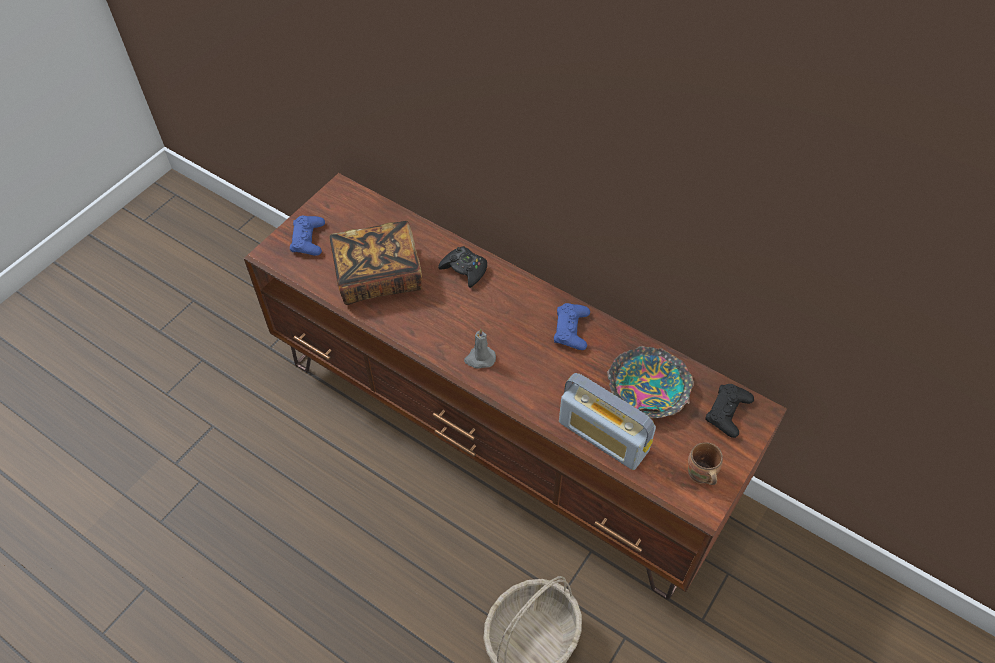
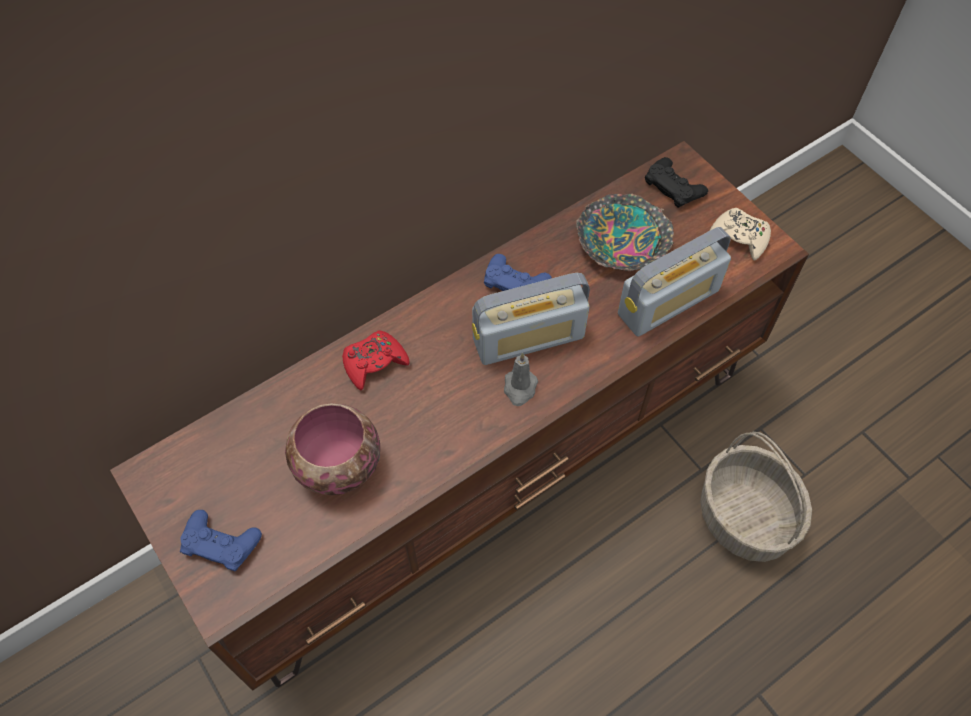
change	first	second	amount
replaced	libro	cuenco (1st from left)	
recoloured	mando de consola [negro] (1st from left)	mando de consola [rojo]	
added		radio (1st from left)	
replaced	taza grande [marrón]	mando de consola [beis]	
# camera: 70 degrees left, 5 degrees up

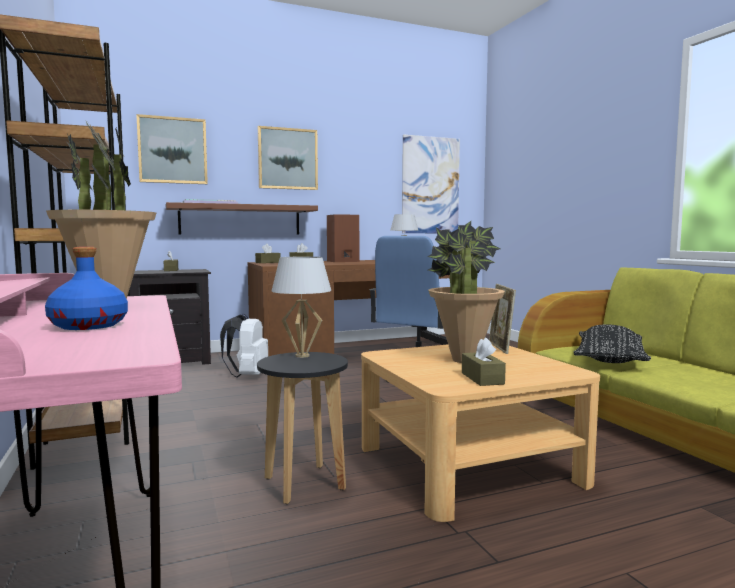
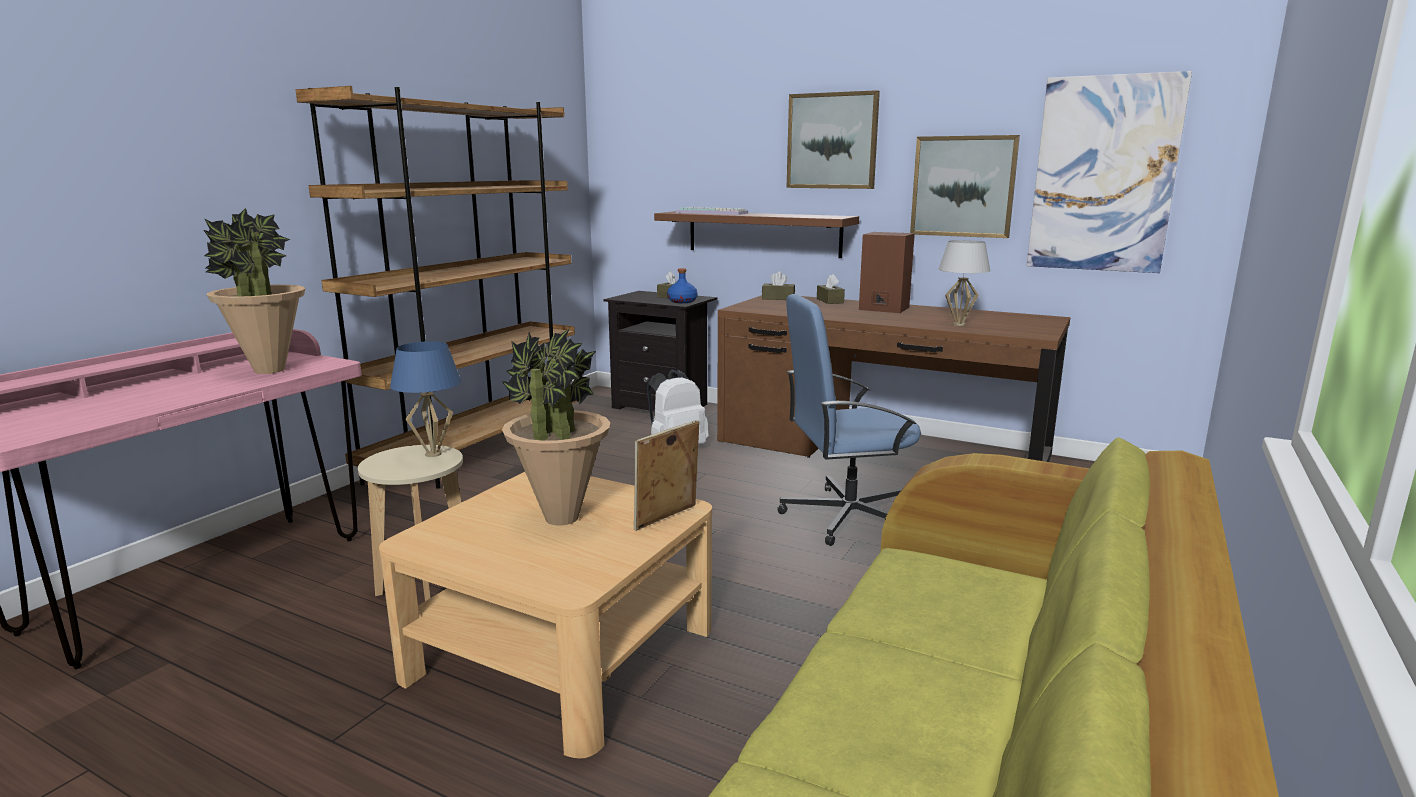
change	first	second	amount
recoloured	taburete [negro]	taburete [beis]	
recoloured	lámpara de mesa [blanco] (1st from left)	lámpara de mesa [azul]	
moved	botella [azul]		
moved	cuadro (1st from left in the first image)	cuadro (2nd from left)	
removed	caja de pañuelos [marrón] (4th from left)		
removed	cojín [negro]		
# camera: 50 degrees right, 10 degrees up

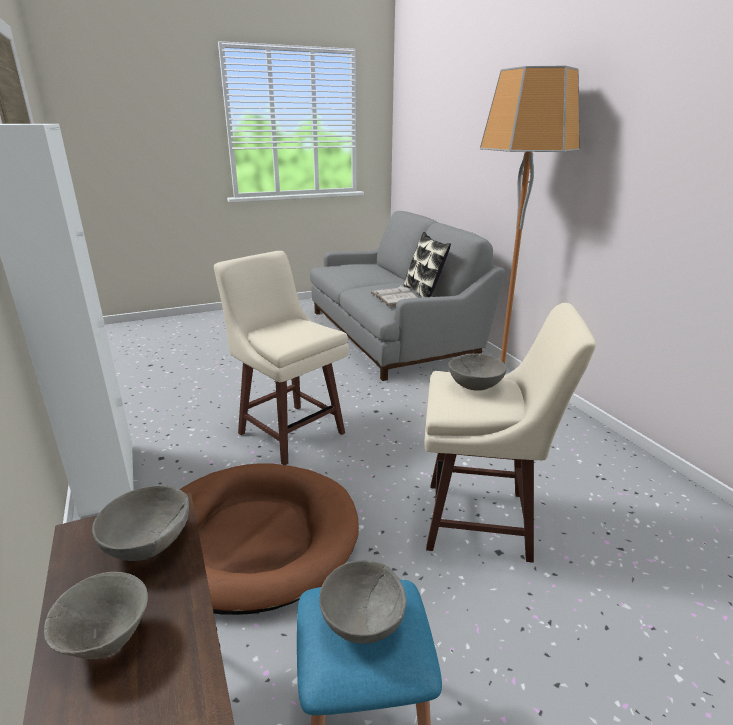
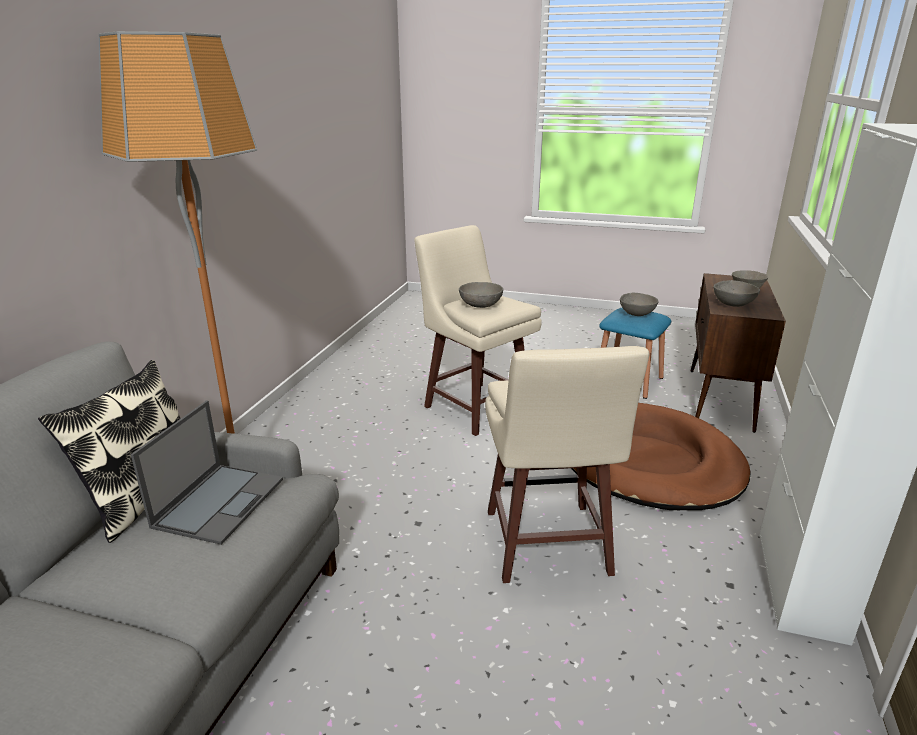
change	first	second	amount
replaced	libro [blanco]	portátil	
# camera: 140 degrees left, 0 degrees up

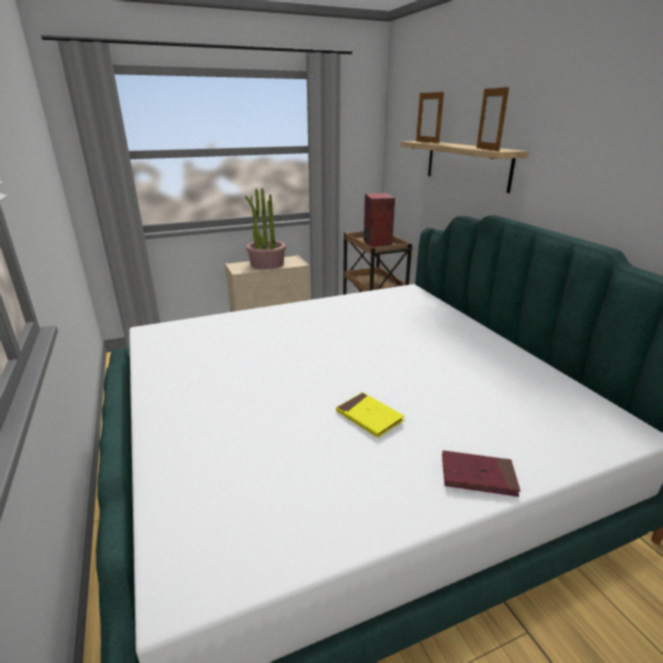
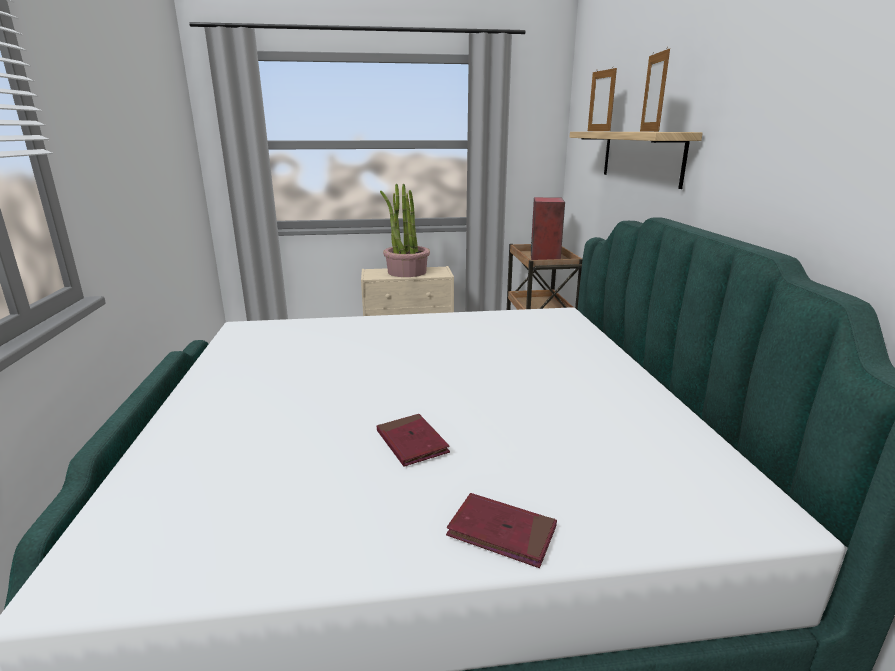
change	first	second	amount
recoloured	libro [amarillo]	libro [rojo] (1st from left)	
# camera: 15 degrees right, 5 degrees down

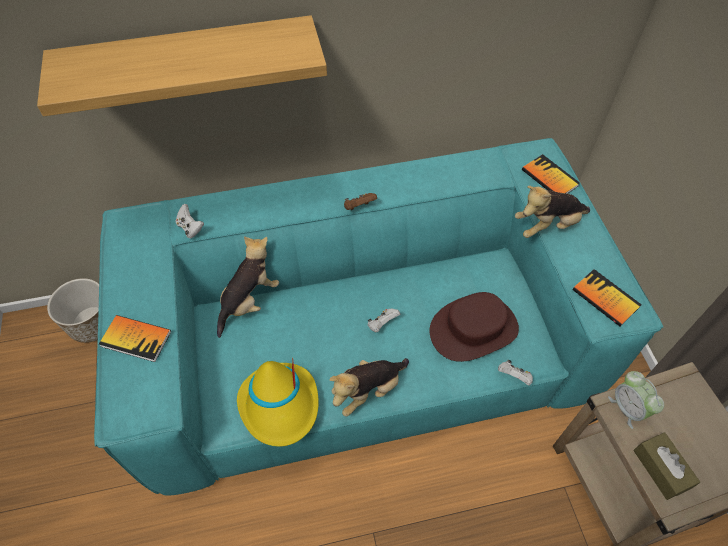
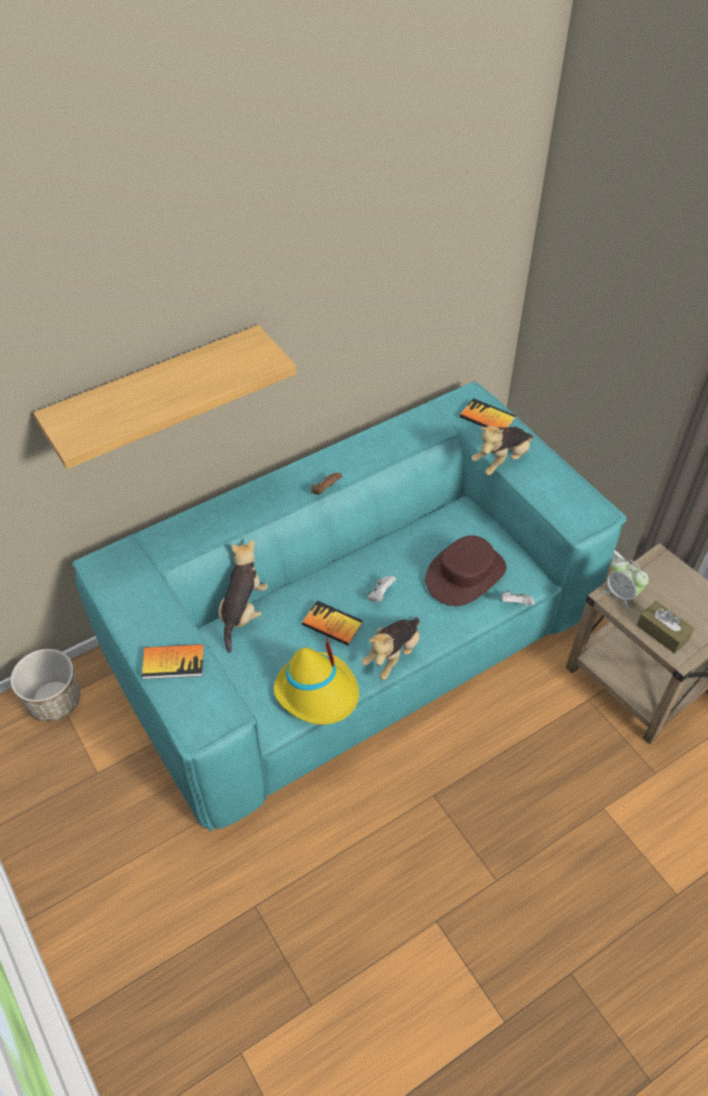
change	first	second	amount
moved	libro (3rd from left in the first image)	libro (2nd from left)	
removed	mando de consola [blanco] (1st from left)		
# camera: 20 degrees left, 5 degrees down

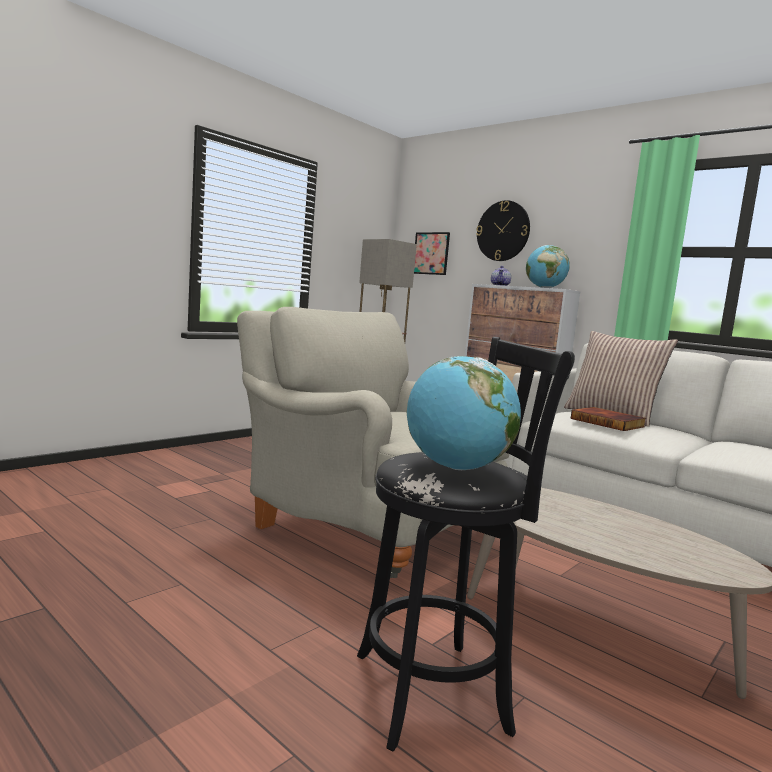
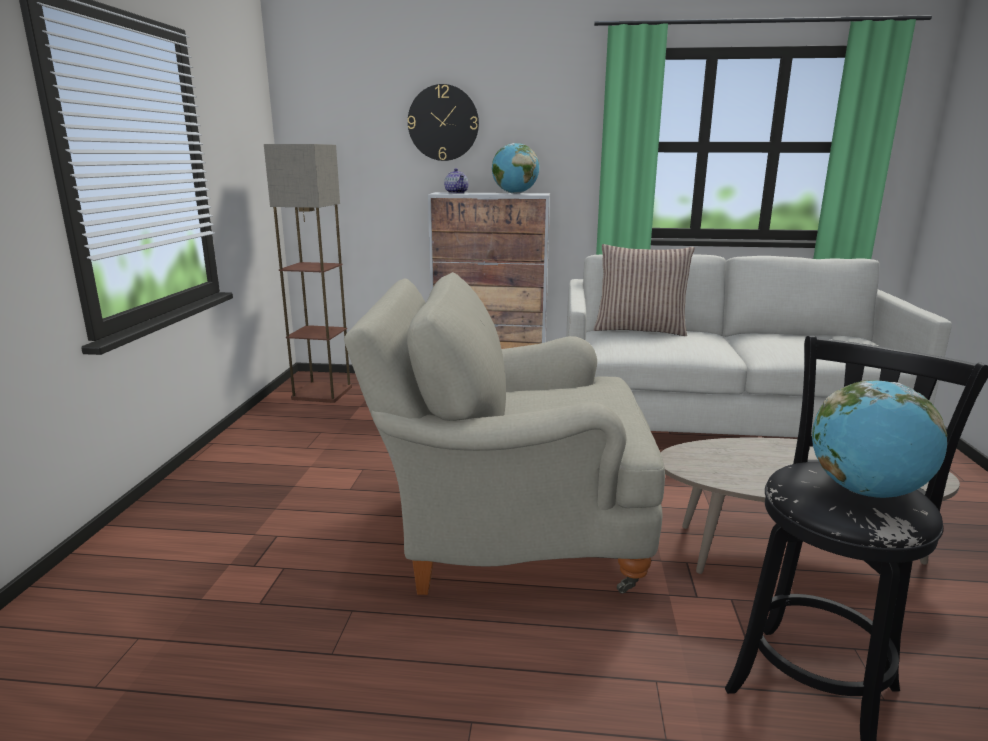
change	first	second	amount
removed	cuadro		
removed	libro		
# camera: 35 degrees left, 10 degrees up

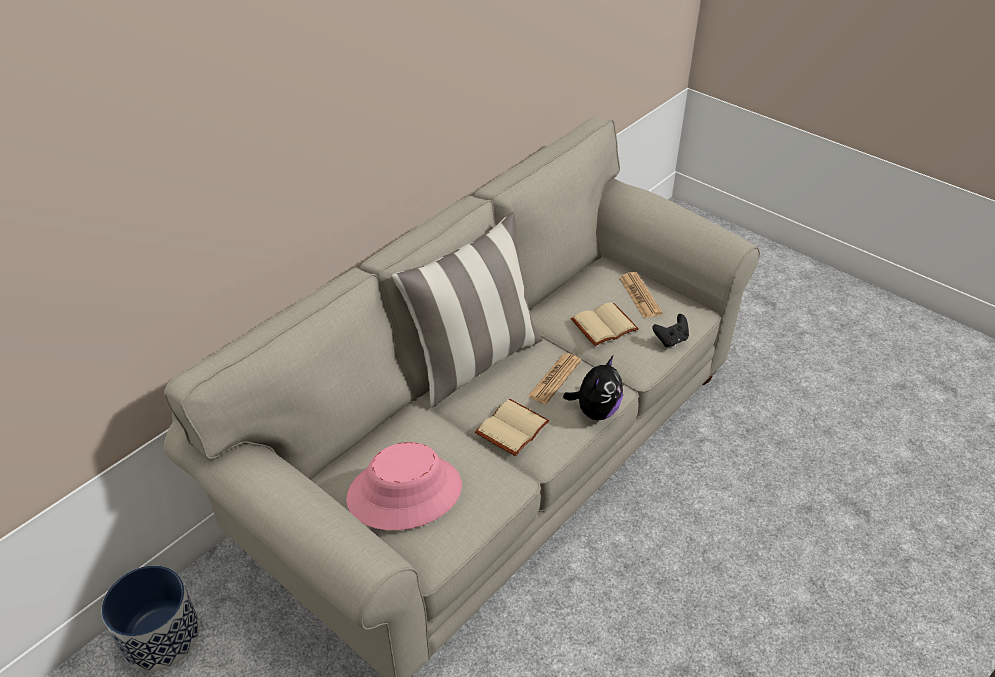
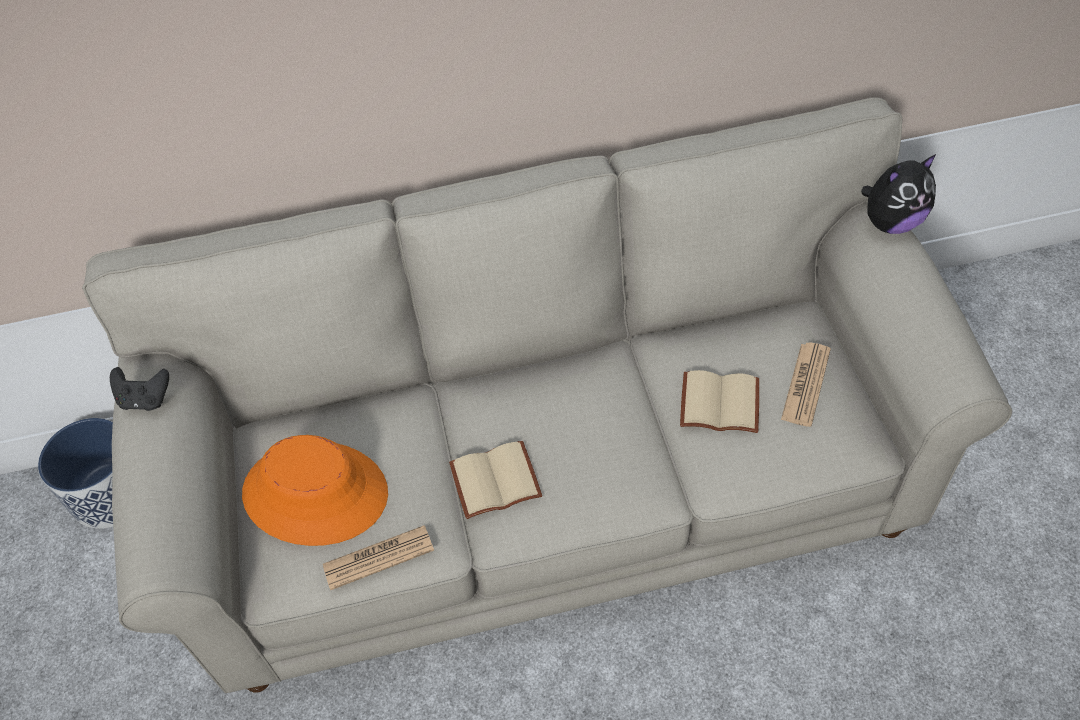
change	first	second	amount
moved	mando de consola [negro]		
recoloured	sombrero [rosa]	sombrero [naranja]	
moved	periódico (1st from left)		
moved	peluche		
removed	cojín		
# camera: 40 degrees right, 10 degrees up

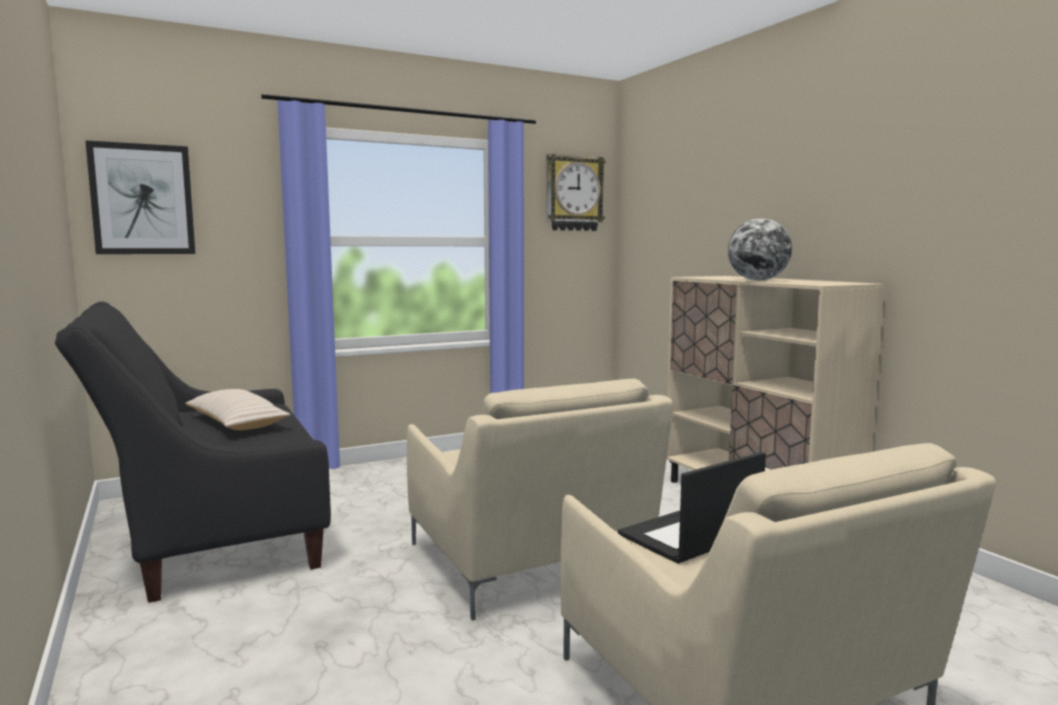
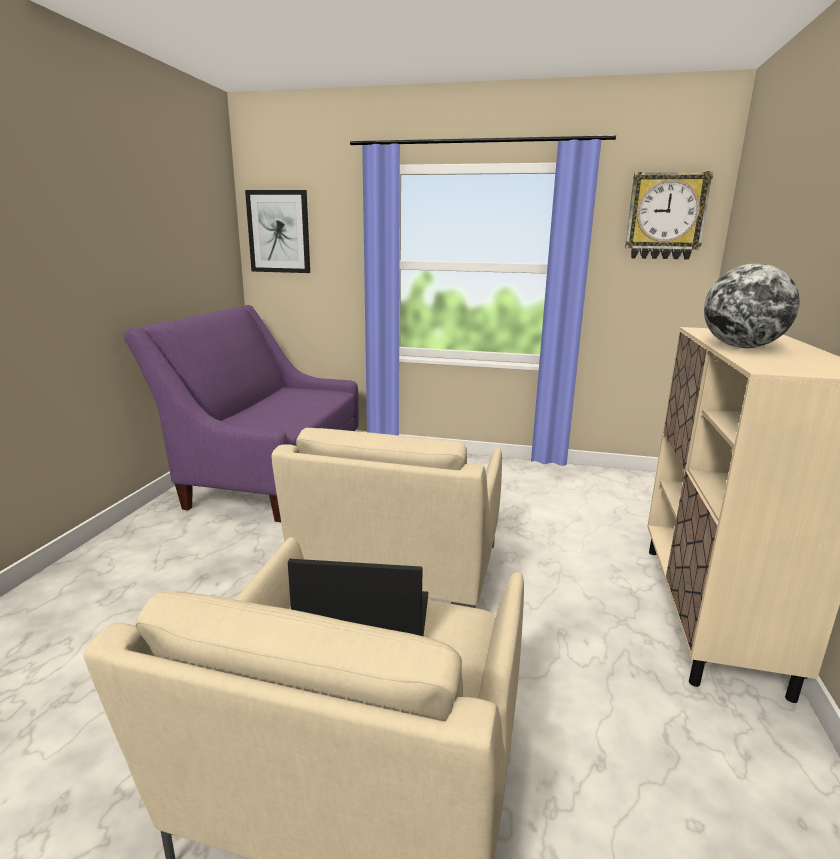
change	first	second	amount
recoloured	sofá [negro]	sofá [morado]	
removed	cojín [beis]		
# camera: 40 degrees right, 10 degrees up

